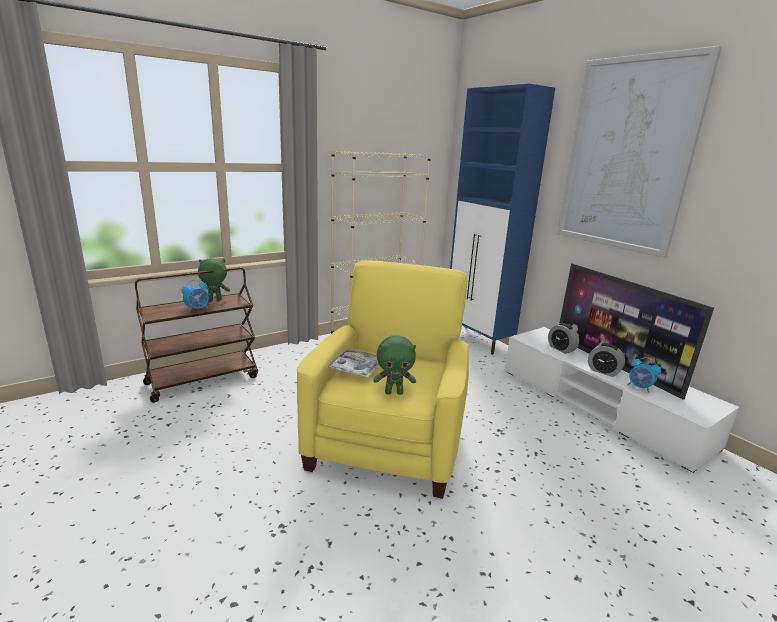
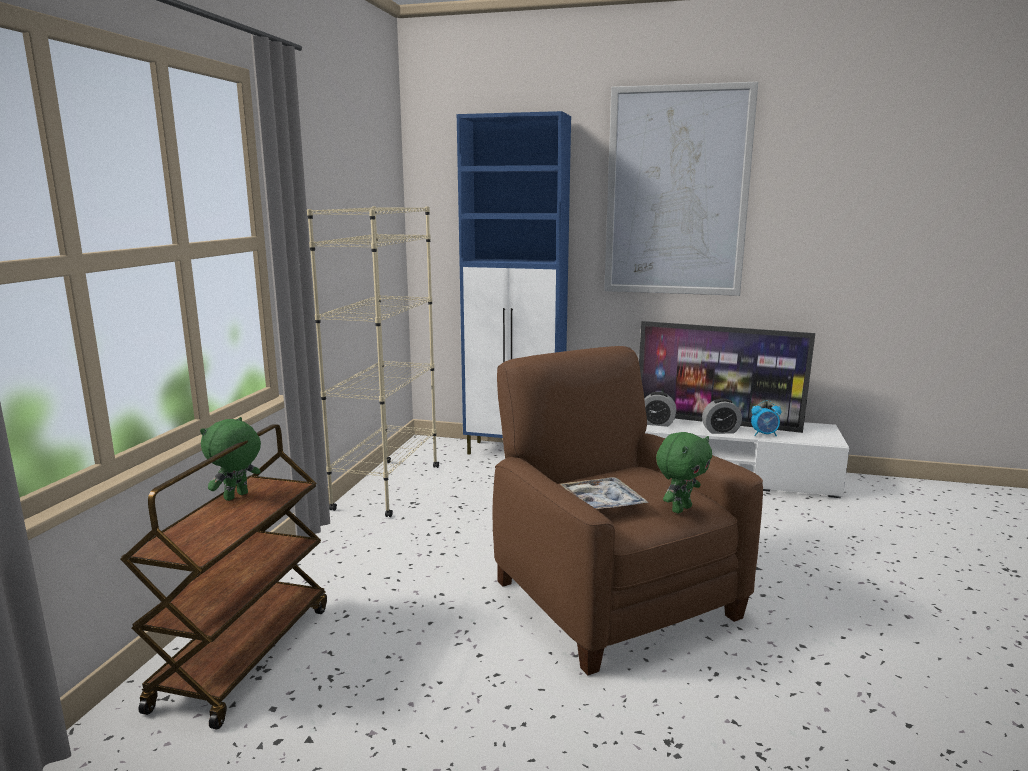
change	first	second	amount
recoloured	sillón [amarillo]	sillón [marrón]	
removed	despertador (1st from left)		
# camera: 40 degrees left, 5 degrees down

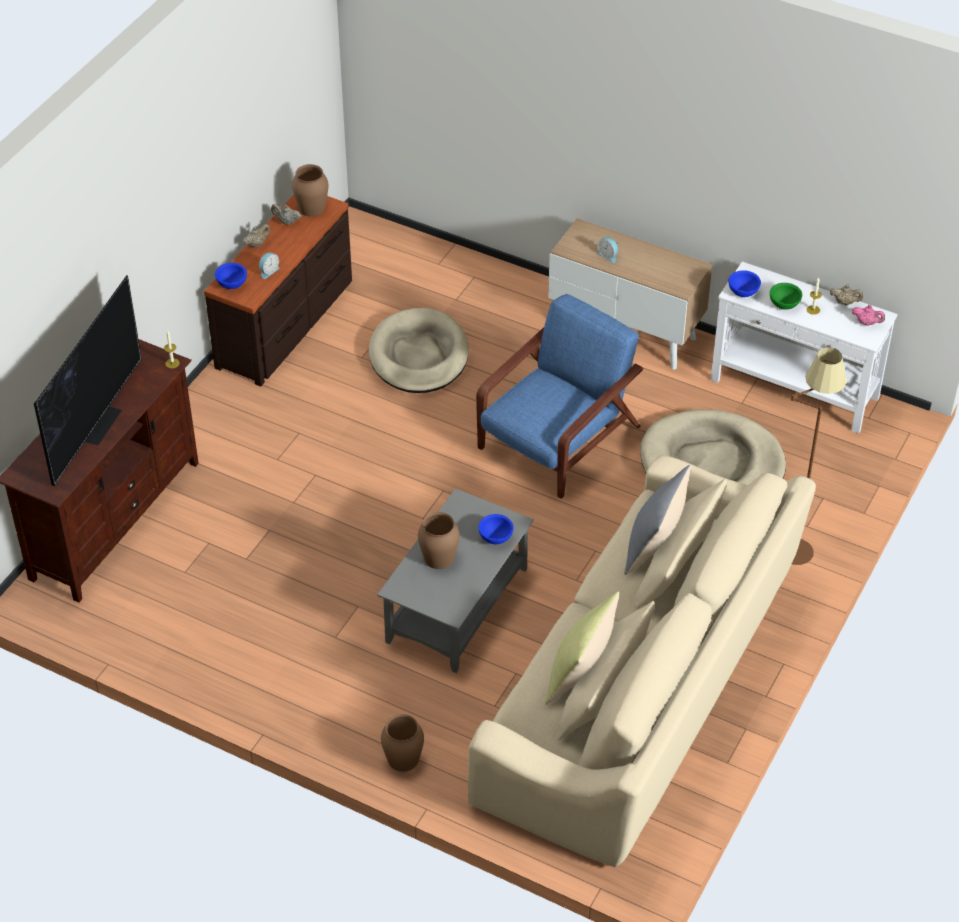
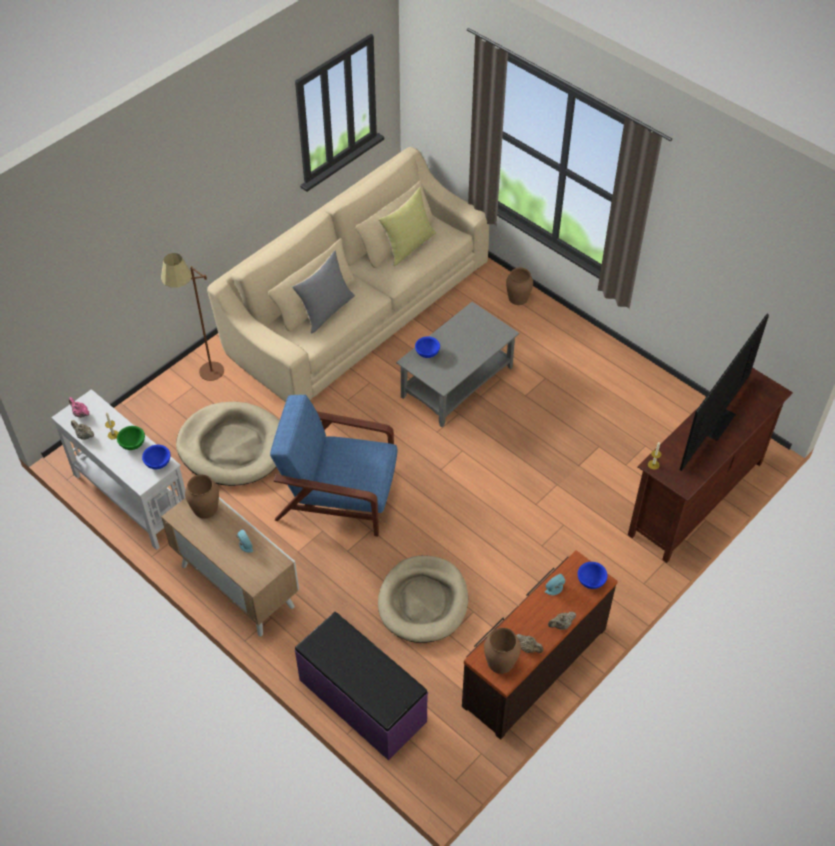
change	first	second	amount
moved	florero [marrón] (3rd from left in the first image)	florero [marrón] (1st from left)	
turned	sillón [azul]		45 degrees clockwise
added		banco [morado]	
# camera: 165 degrees left, 5 degrees up

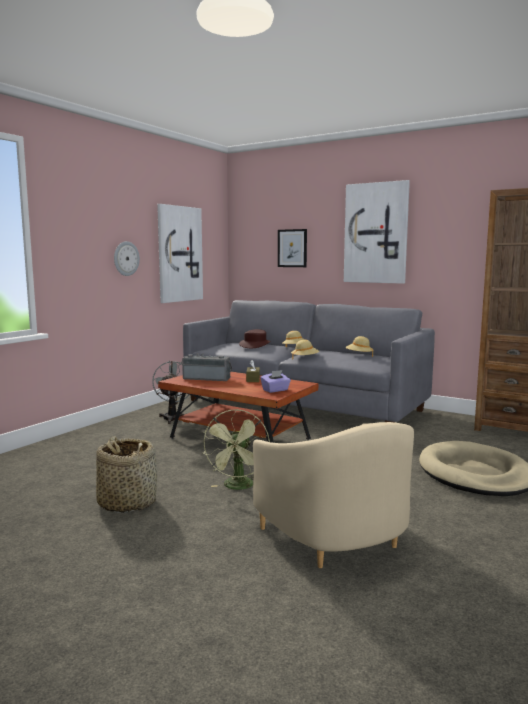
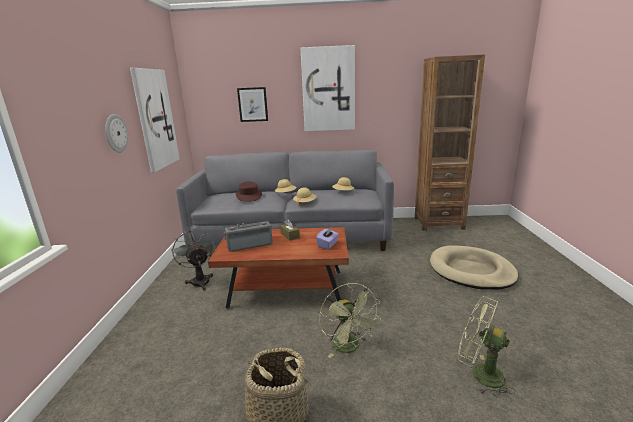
change	first	second	amount
replaced	sillón [beis]	ventilador [verde] (2nd from left)	
# camera: 30 degrees left, 10 degrees up

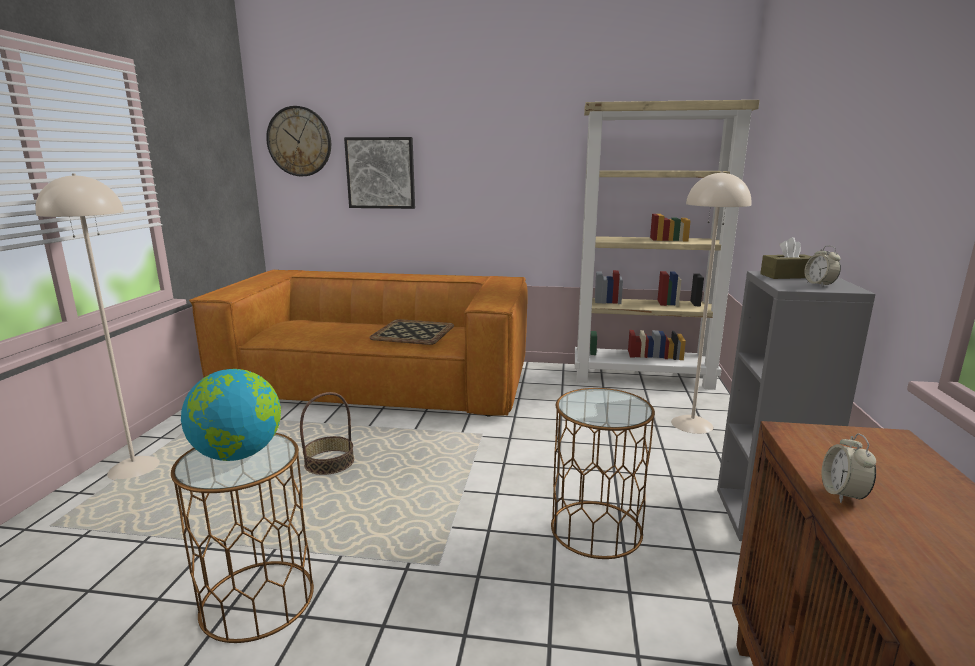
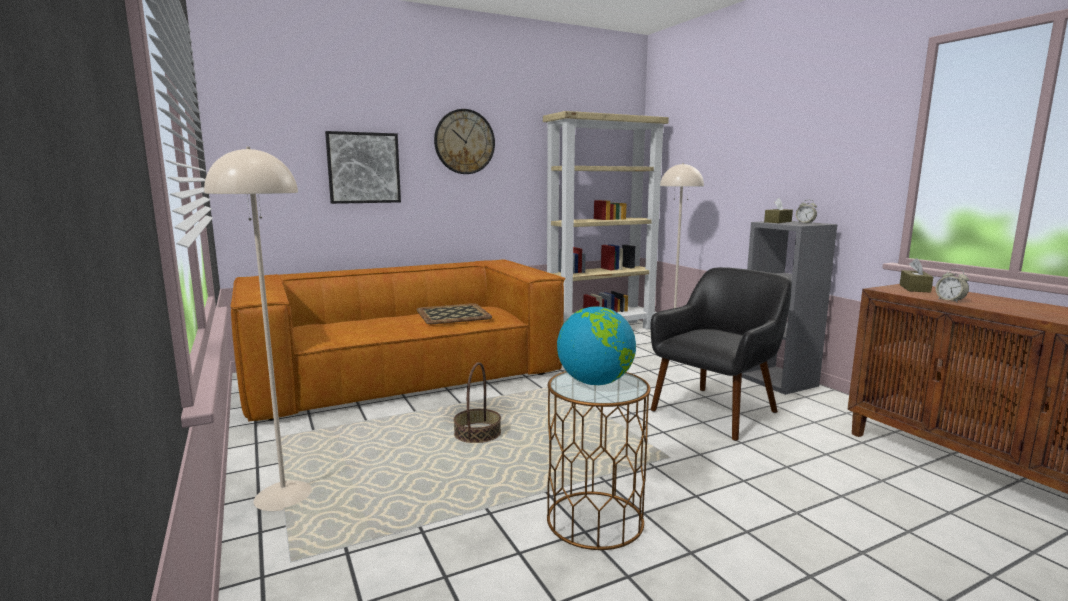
change	first	second	amount
moved	reloj de pared		
replaced	mesa auxiliar [marrón] (2nd from left)	sillón [negro]	
added		caja de pañuelos [marrón] (2nd from left)	
# camera: 35 degrees left, 5 degrees down

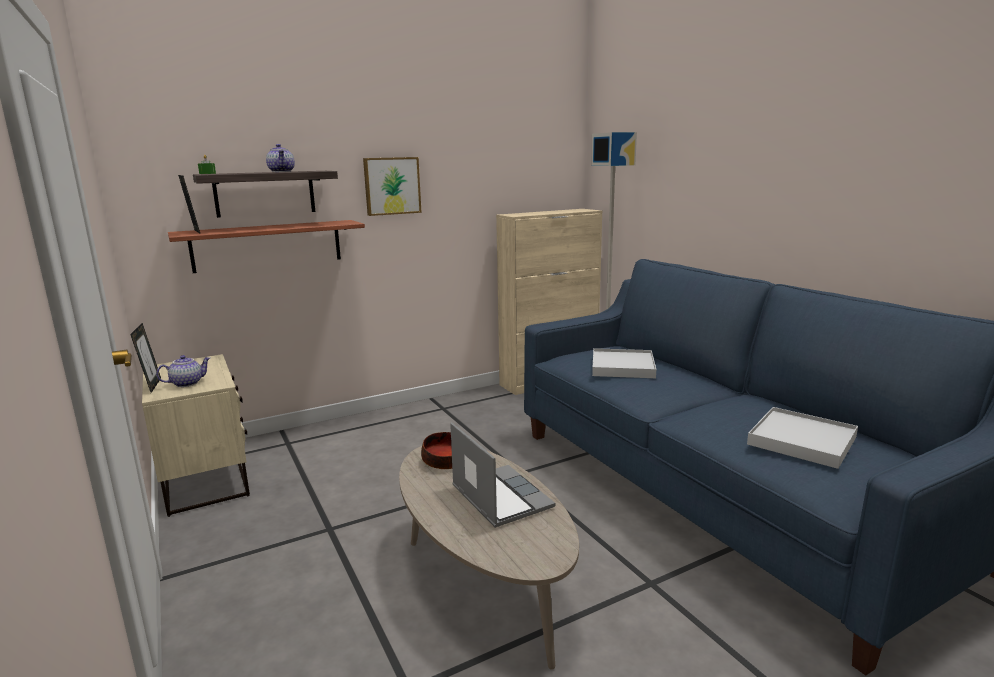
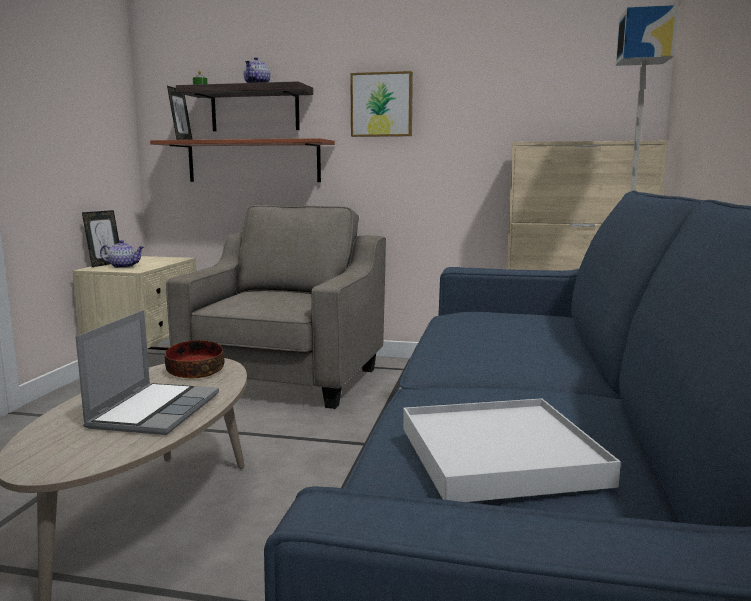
change	first	second	amount
added		sillón [gris]	
removed	bandeja [blanco] (1st from left)		
# camera: 40 degrees right, 5 degrees down

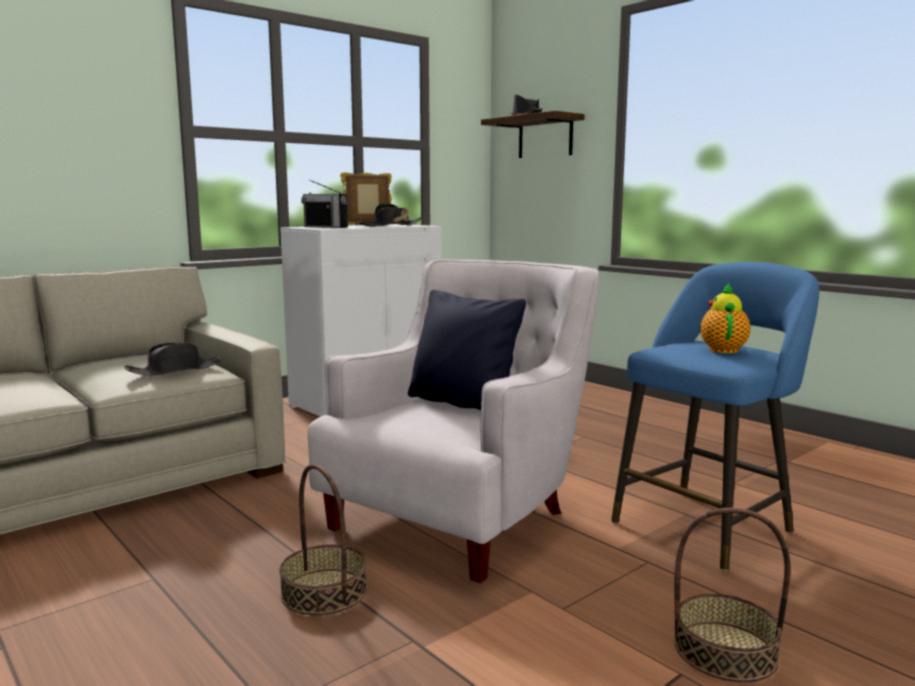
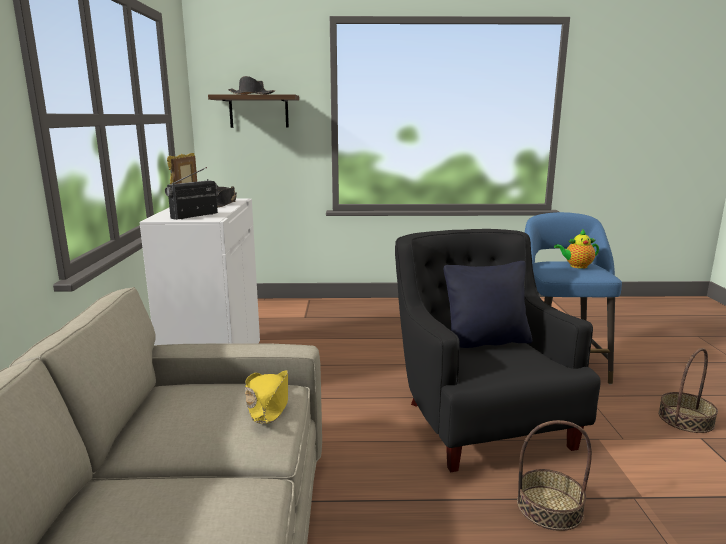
change	first	second	amount
turned	radio		150 degrees clockwise
recoloured	sombrero [negro] (1st from left)	sombrero [amarillo]	
recoloured	sillón [blanco]	sillón [negro]	
turned	tetera		60 degrees counterclockwise
# camera: 50 degrees left, 5 degrees up

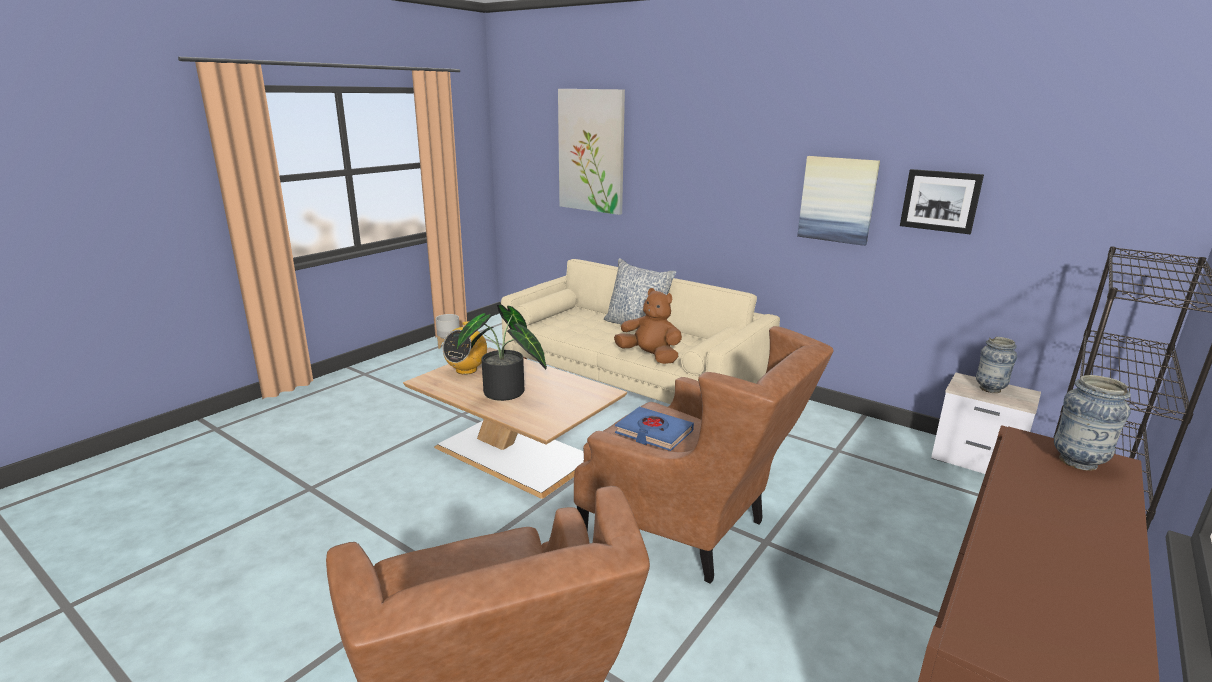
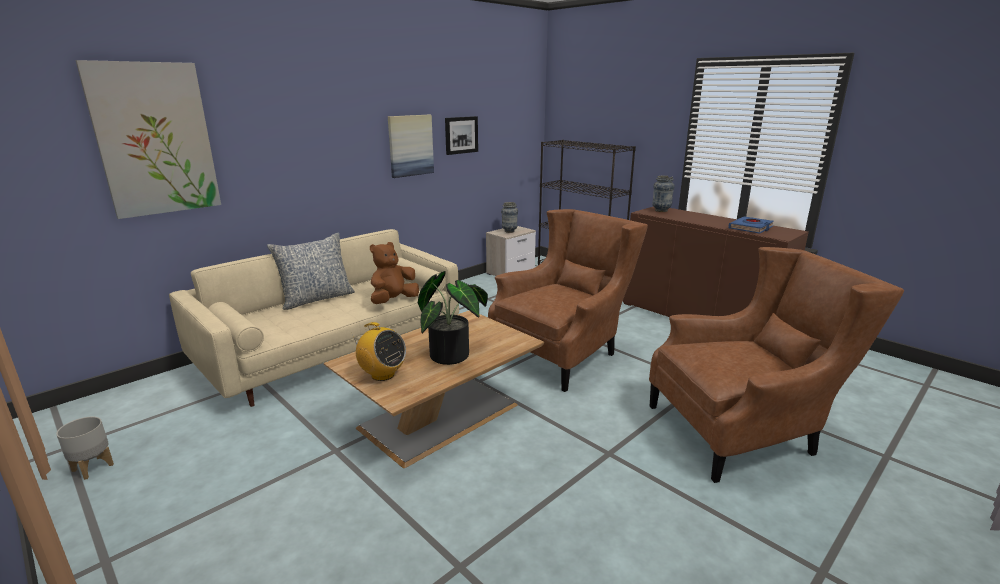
change	first	second	amount
moved	libro [azul]		
# camera: 80 degrees left, 0 degrees up

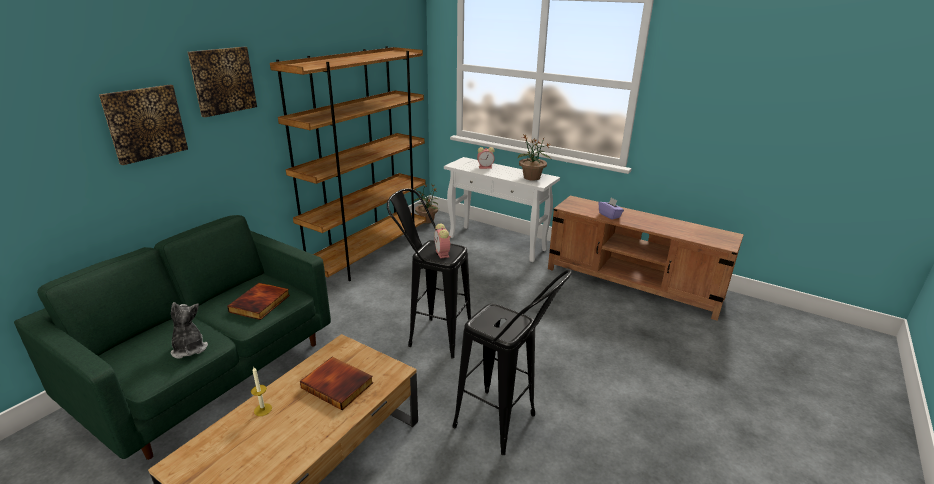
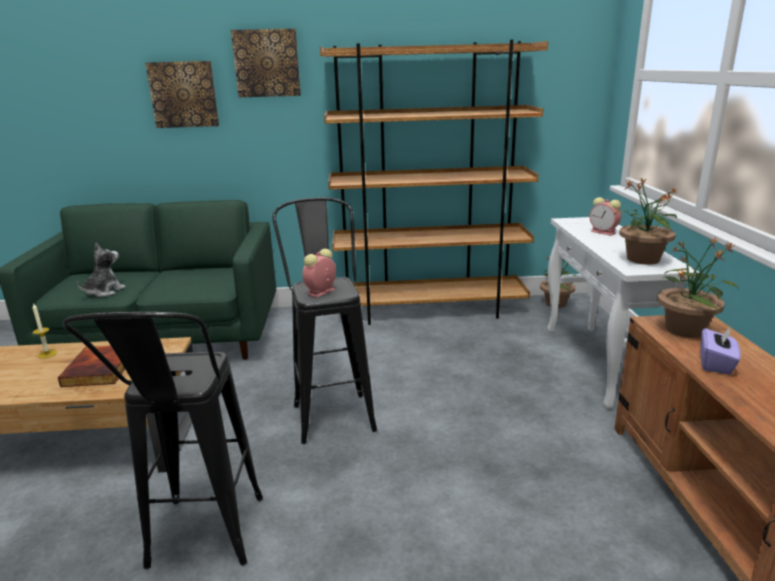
change	first	second	amount
added		planta en maceta (3rd from left)	
removed	libro (1st from left)		
# camera: 55 degrees right, 5 degrees down

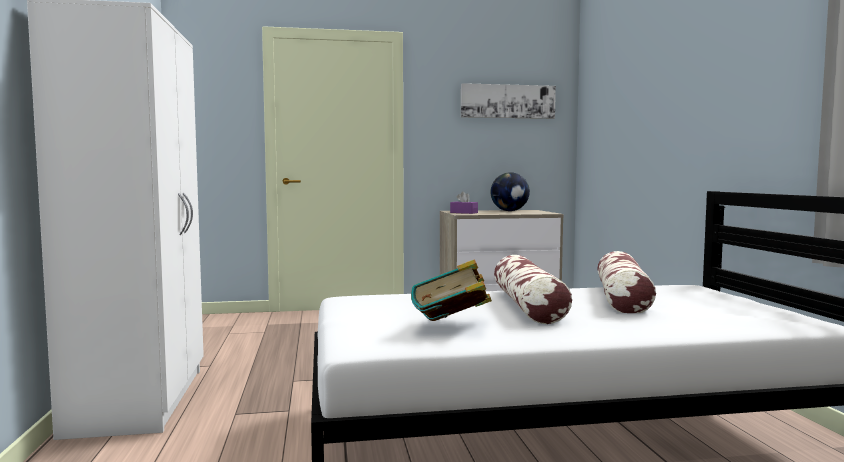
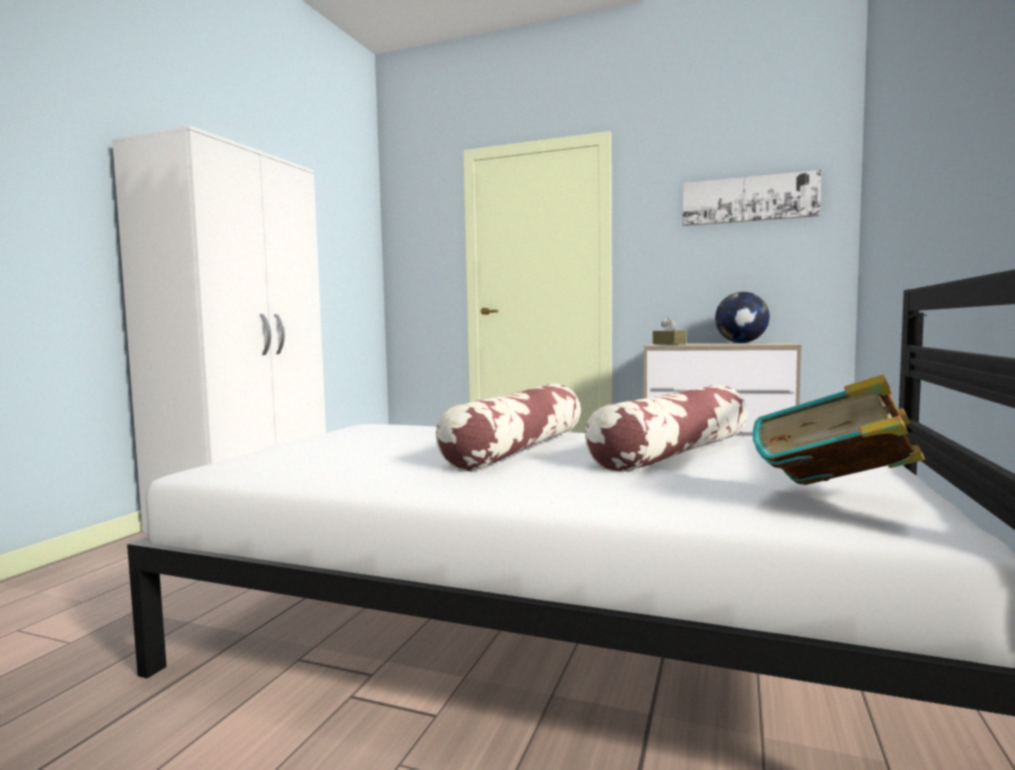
change	first	second	amount
recoloured	caja de pañuelos [morado]	caja de pañuelos [marrón]	
moved	libro		
# camera: 30 degrees right, 0 degrees up

